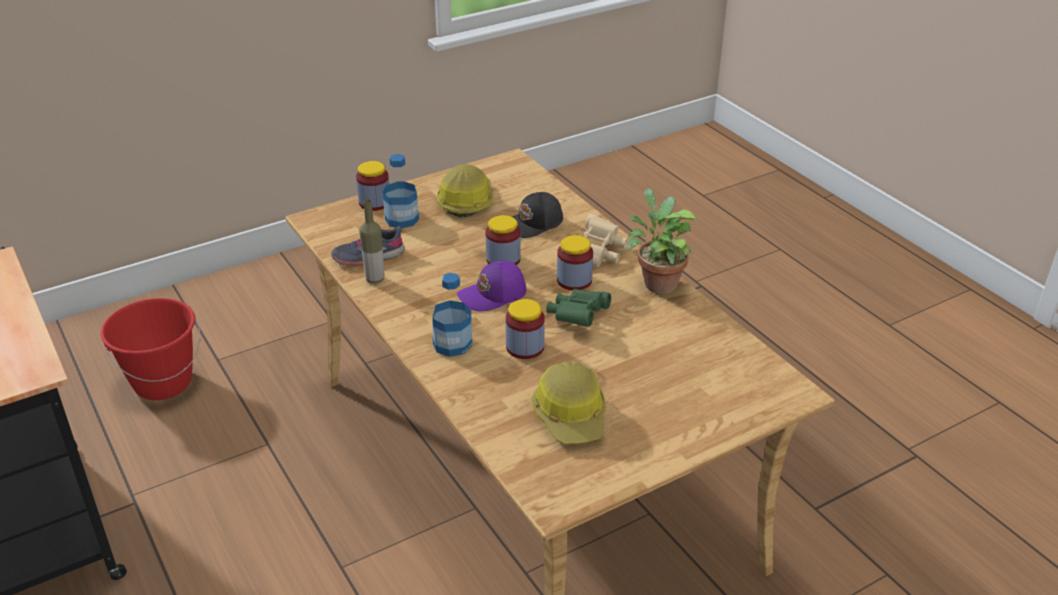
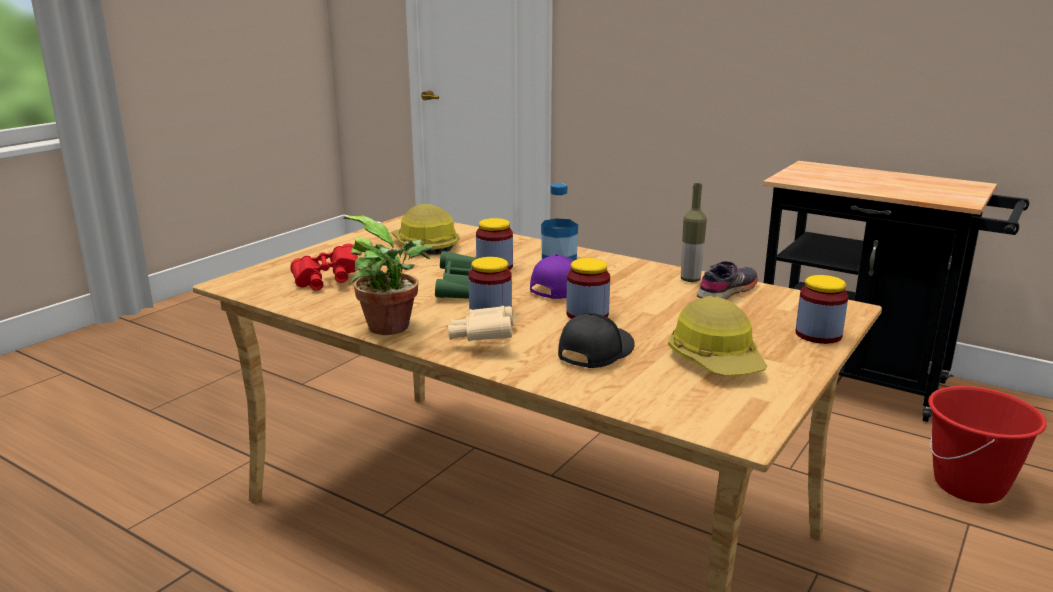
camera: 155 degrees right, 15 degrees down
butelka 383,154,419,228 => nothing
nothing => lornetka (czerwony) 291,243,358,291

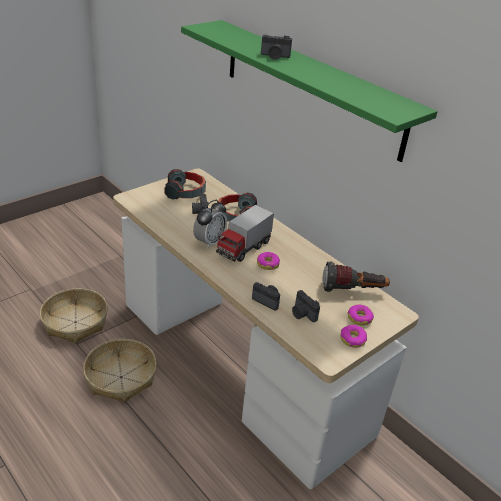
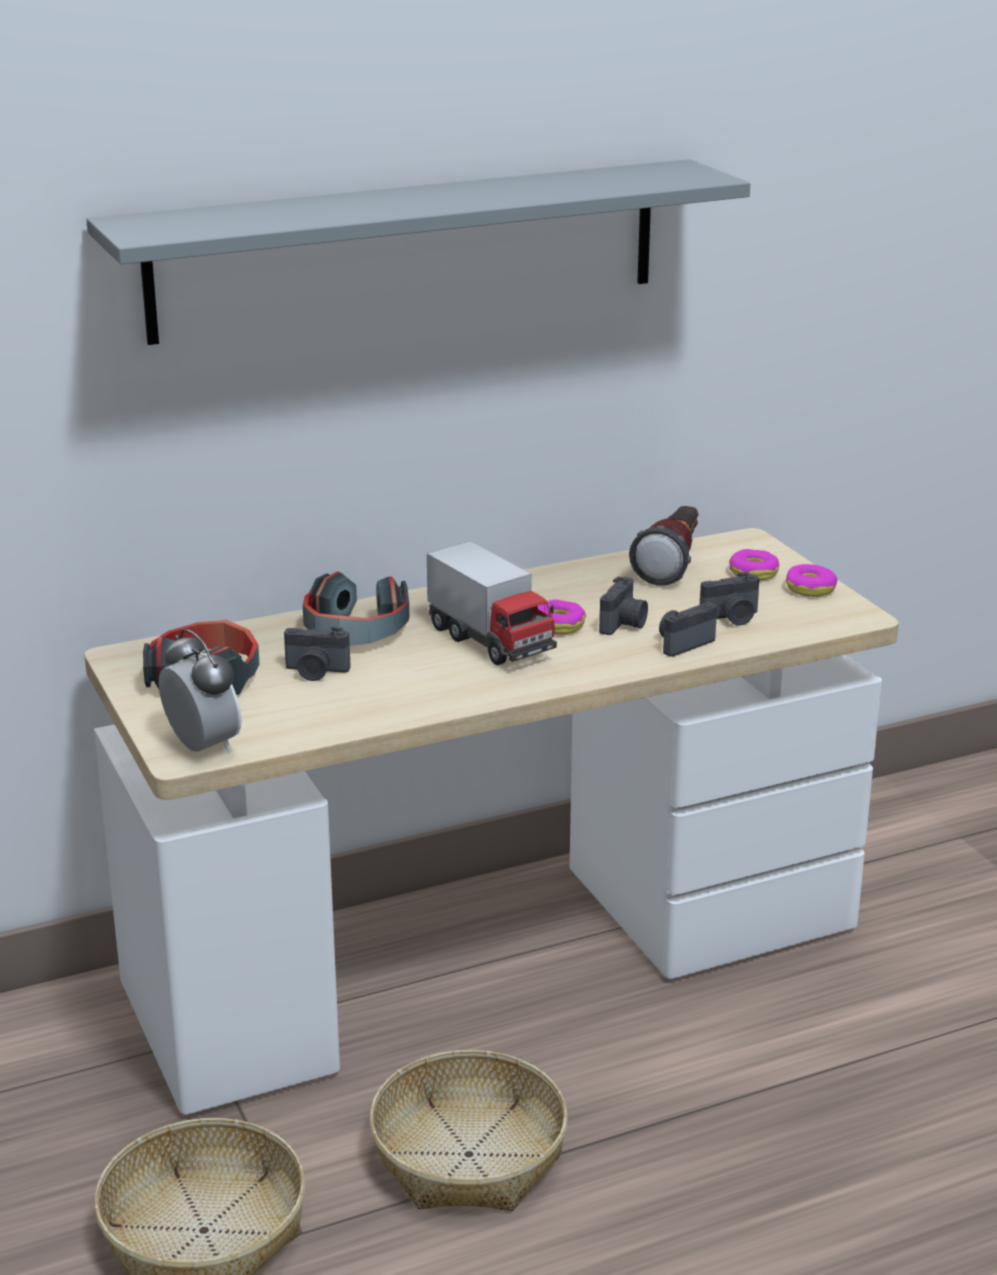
camera: 70 degrees left, 10 degrees down
budzik 193,200,227,249 => budzik 159,629,241,753, move
aparat fotograficzny 261,35,292,60 => aparat fotograficzny 599,576,648,635, move
półka (zielony) 181,20,438,162 => półka (szary) 87,159,750,345

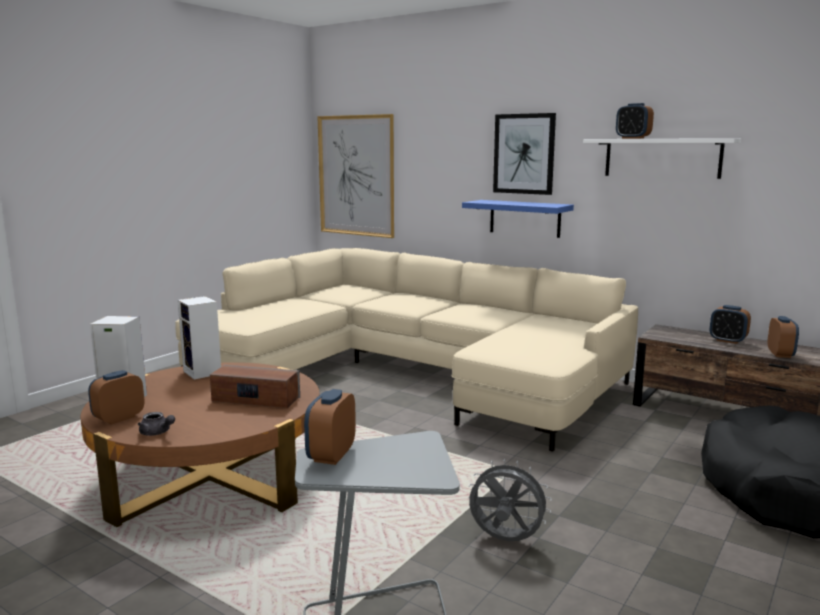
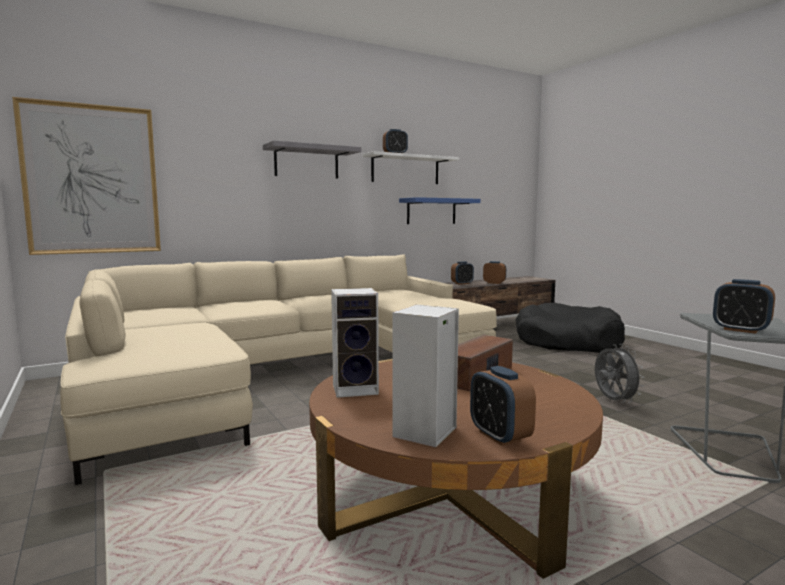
camera: 65 degrees left, 5 degrees down
imbryk (szary) 138,412,175,436 => nothing
półka (niebieski) 462,200,574,238 => półka (niebieski) 399,197,481,224, move
obraz 493,113,556,195 => półka (szary) 263,140,362,179
wentylator (szary) 469,459,552,541 => wentylator (szary) 595,344,644,403, 120 degrees clockwise

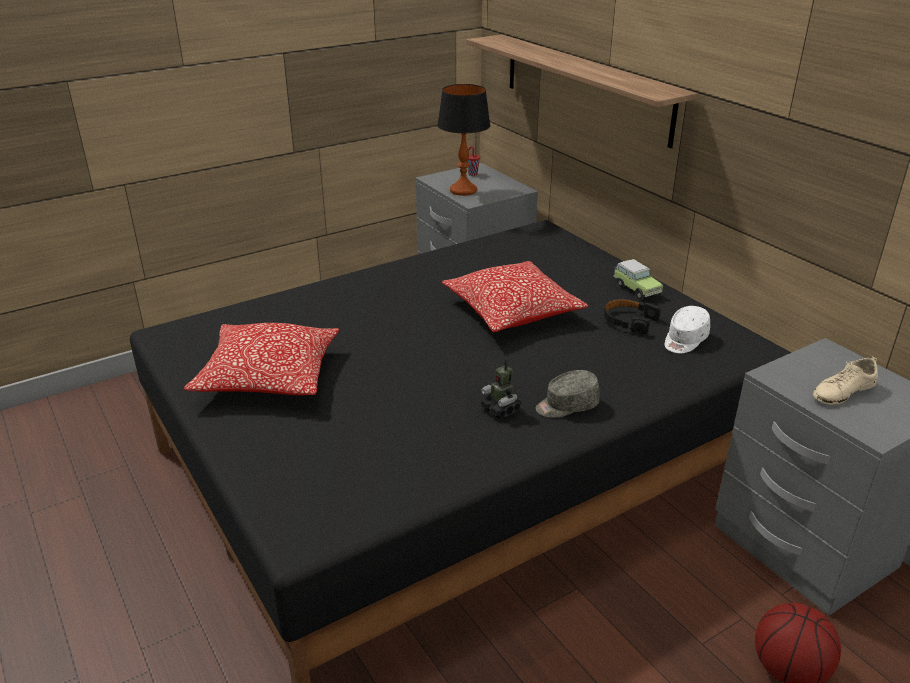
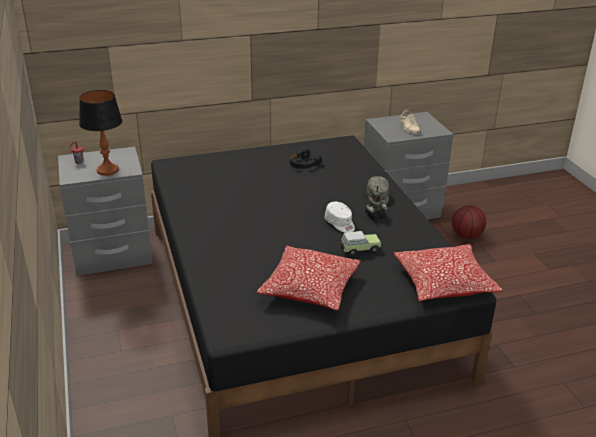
camera: 75 degrees left, 0 degrees up
półka 467,34,698,148 => nothing
poduszka 441,261,589,332 => poduszka 394,244,503,301, move
samochodzik 613,259,663,300 => samochodzik 341,231,381,255, move
czapka z daszkiem (biały) 665,306,710,353 => czapka z daszkiem (biały) 325,202,355,233, move

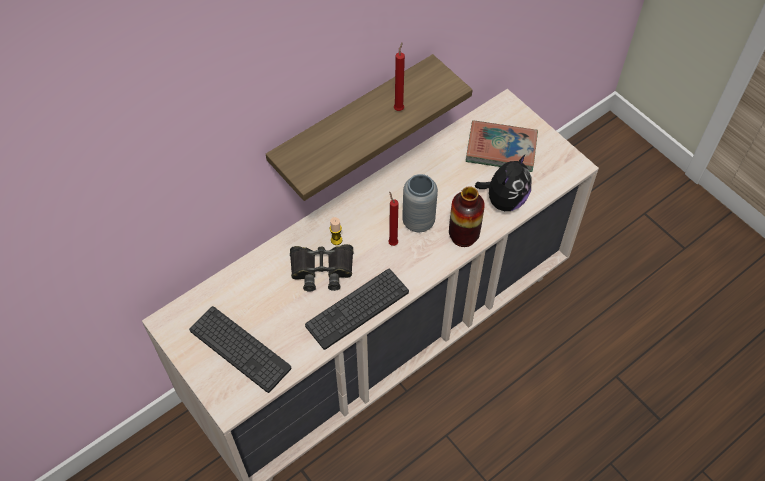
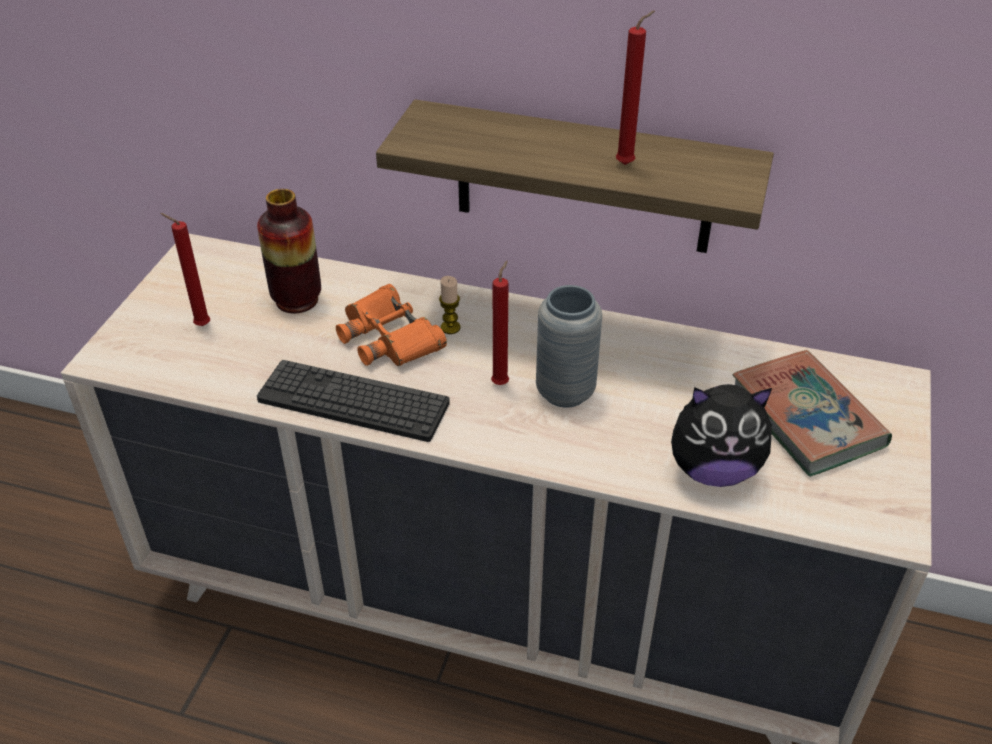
camera: 55 degrees right, 15 degrees down
wazon 449,186,485,247 => wazon 257,189,321,313, move
klawiatura 189,306,291,393 => świeca (czerwony) 160,213,210,326
lornetka (czarny) 290,244,354,292 => lornetka (pomarańczowy) 336,284,447,366

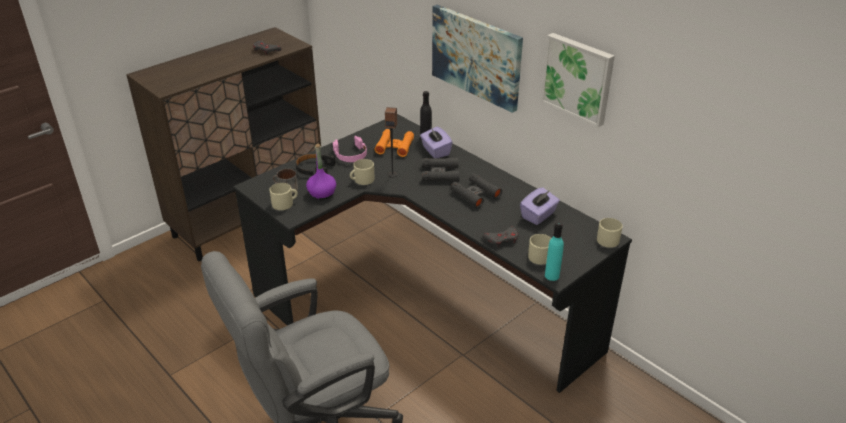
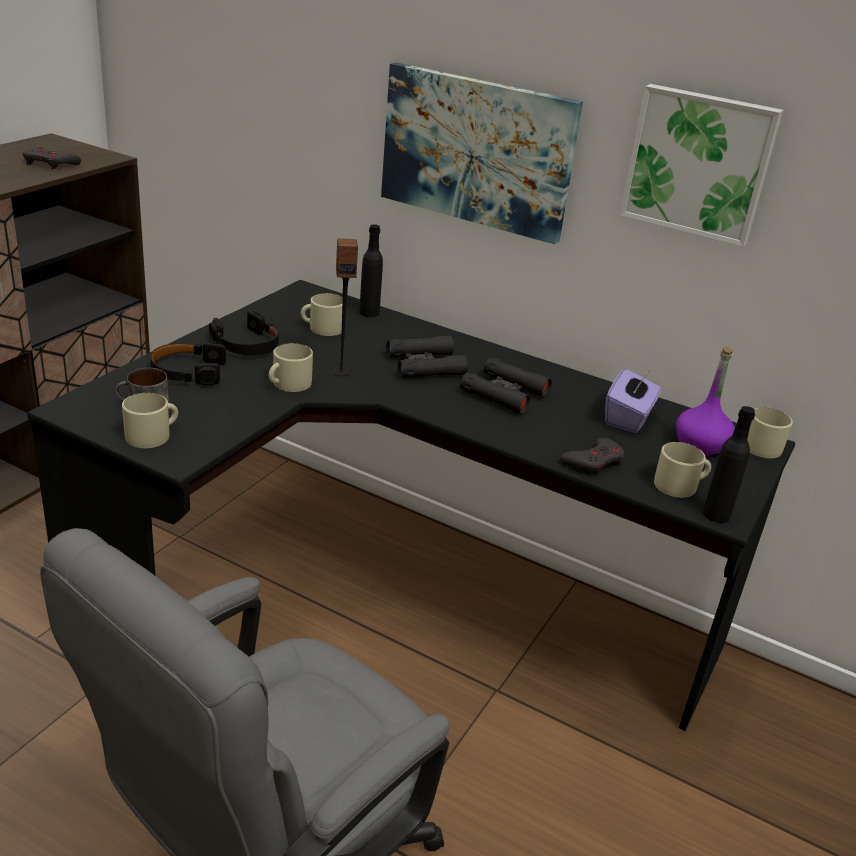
camera: 20 degrees left, 5 degrees down
pudełko chusteczek (fioletowy) 420,126,453,158 => nothing
butelka (fioletowy) 306,144,336,200 => butelka (fioletowy) 676,347,735,457, move
lornetka (pomarańczowy) 375,129,414,157 => kubek (beżowy) 301,293,343,336
słuchawki (różowy) 333,136,367,162 => słuchawki (czarny) 209,311,279,356
butelka (turkusowy) 545,221,564,281 => butelka (czarny) 703,406,755,523

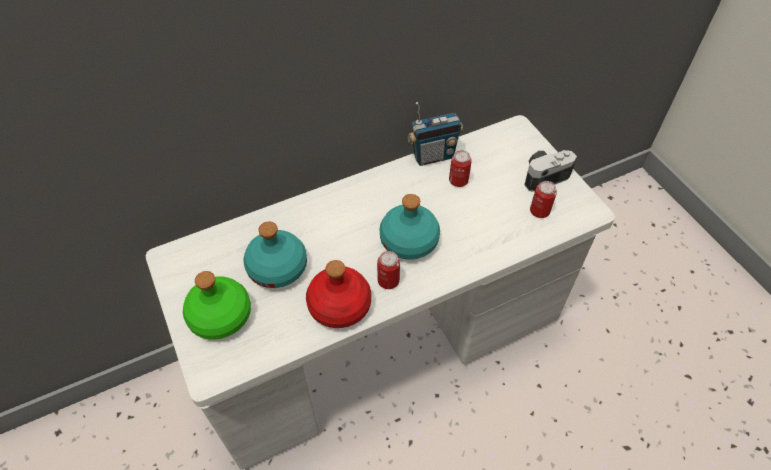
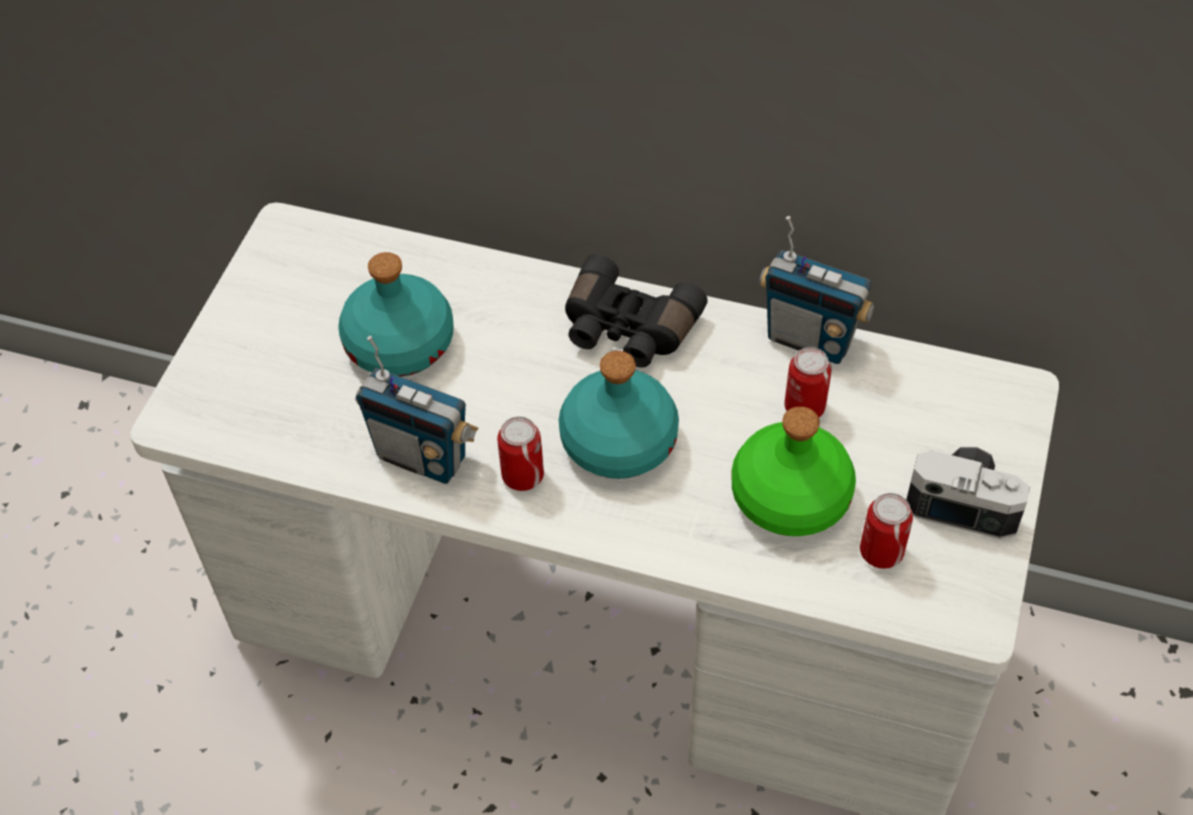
camera: 45 degrees right, 0 degrees up
nothing => lornetka (czarny) 565,254,708,368
butelka (zielony) 183,271,251,340 => butelka (zielony) 732,407,856,536, move
butelka (czerwony) 306,260,371,328 => radio 356,336,478,484

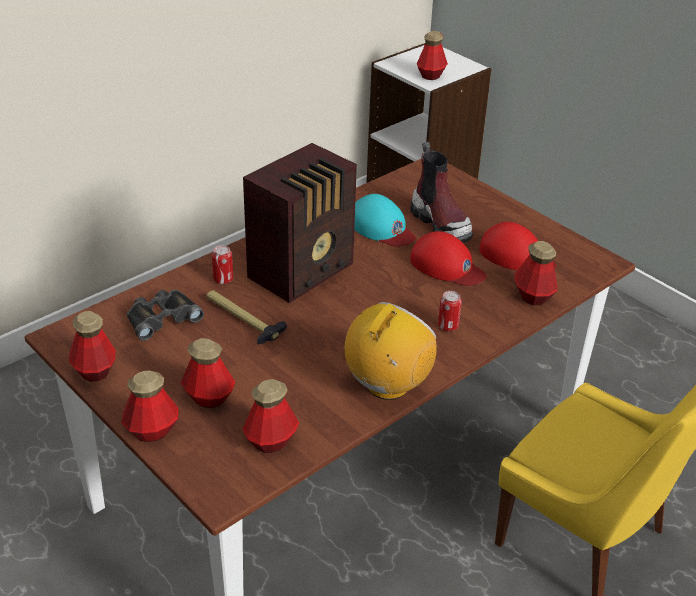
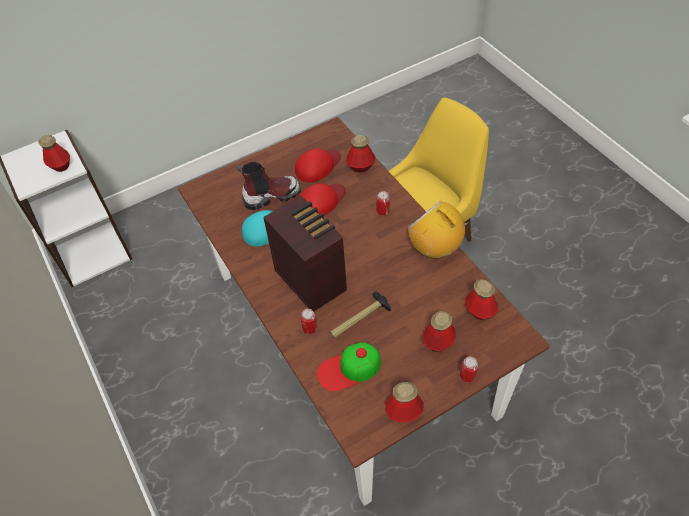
camera: 75 degrees left, 15 degrees up
butelka 121,371,179,442 => puszka 460,357,478,383
lornetka (czarny) 127,290,204,341 => czapka z daszkiem 317,342,381,392

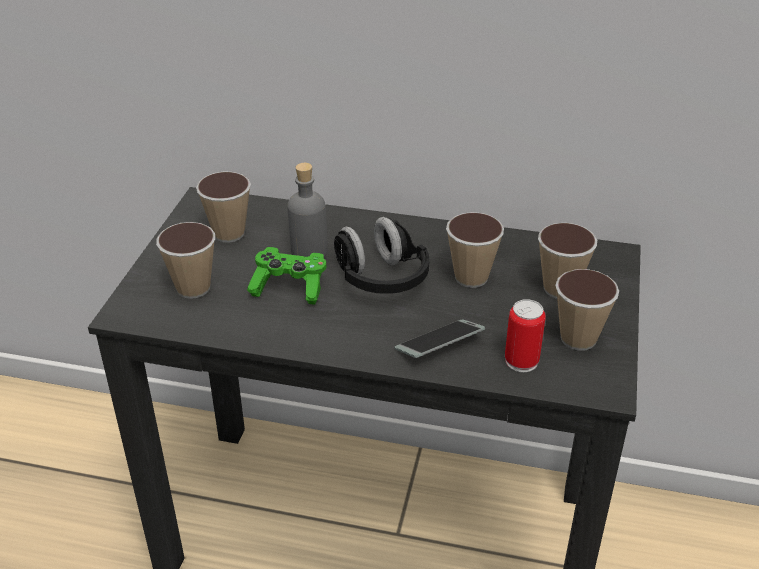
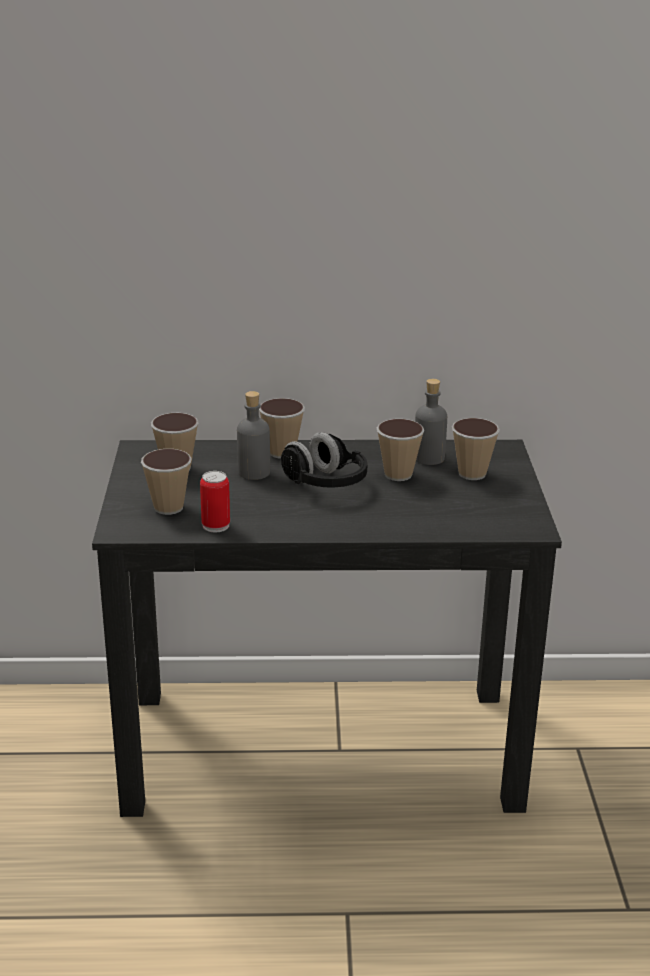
camera: 15 degrees left, 10 degrees down
pad do gier (zielony) 247,247,326,305 => nothing
telefon 394,319,485,358 => nothing
nothing => butelka (szary) 415,379,447,465
puszka 505,299,546,372 => puszka 200,471,230,532, move
filiżanka 555,269,619,351 => filiżanka 259,398,305,458, move

